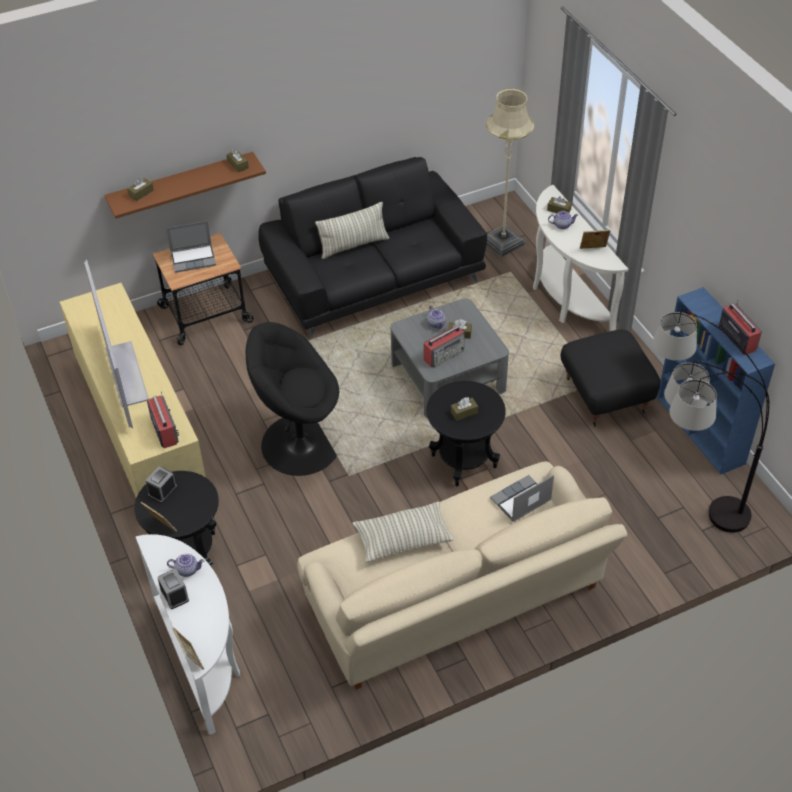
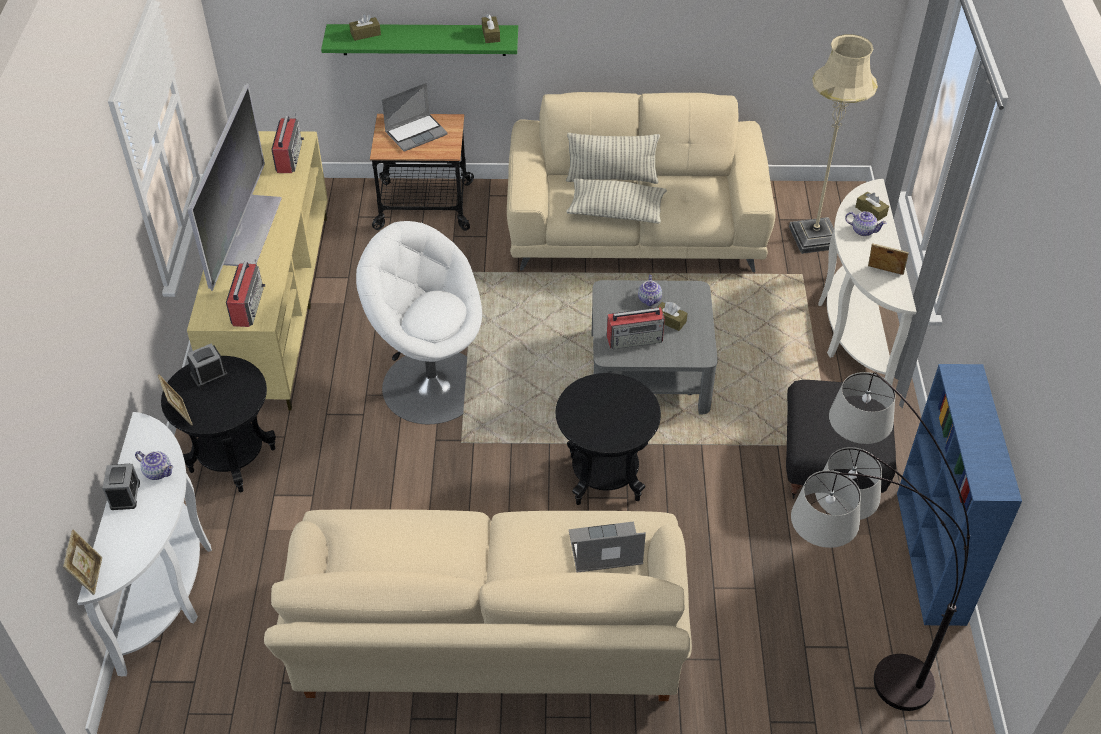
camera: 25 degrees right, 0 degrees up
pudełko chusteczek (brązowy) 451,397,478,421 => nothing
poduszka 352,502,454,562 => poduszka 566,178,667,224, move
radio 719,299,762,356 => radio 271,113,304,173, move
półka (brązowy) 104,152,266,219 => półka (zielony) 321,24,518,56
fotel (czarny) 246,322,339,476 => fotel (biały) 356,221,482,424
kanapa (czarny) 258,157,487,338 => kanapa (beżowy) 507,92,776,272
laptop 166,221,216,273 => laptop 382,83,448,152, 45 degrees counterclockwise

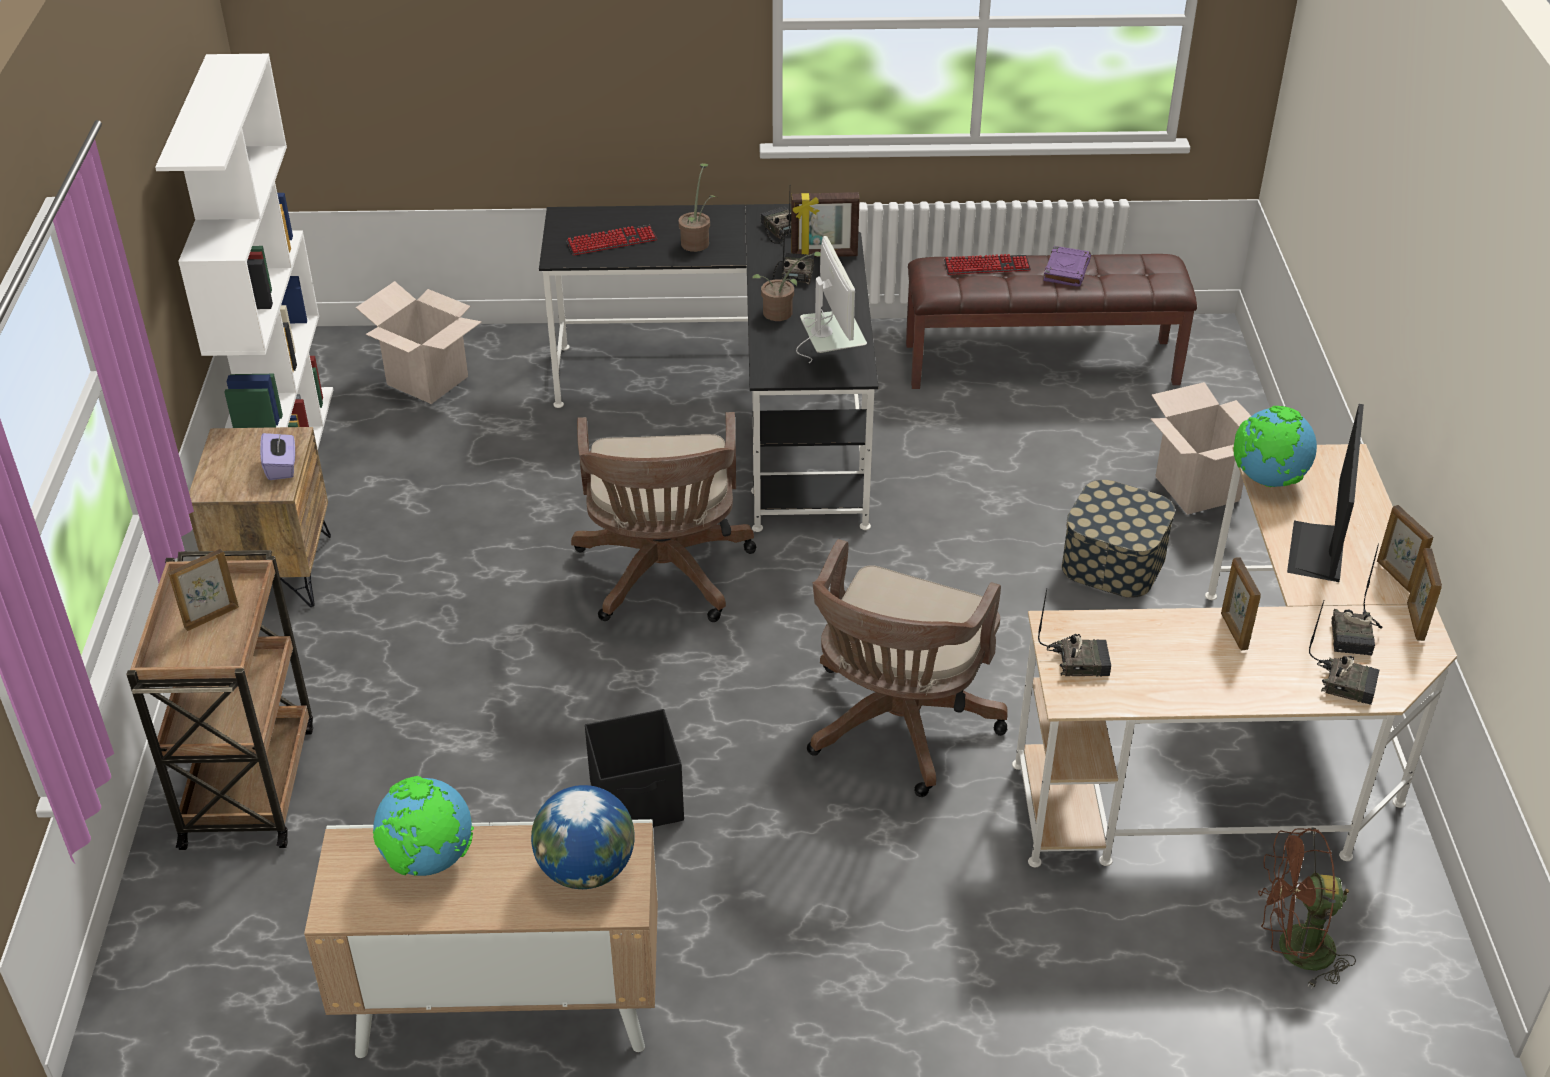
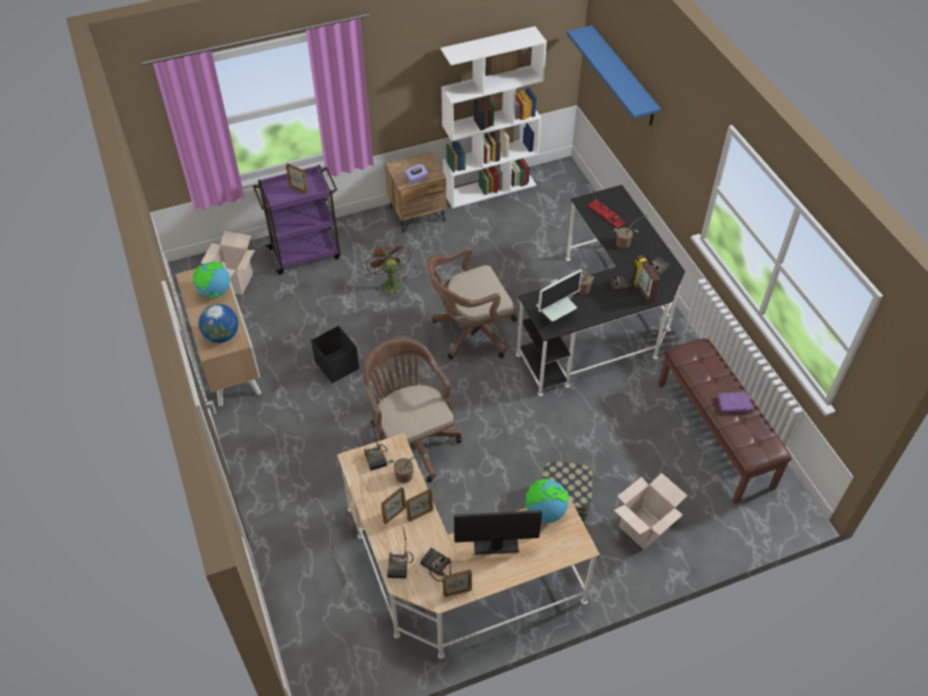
camera: 70 degrees right, 10 degrees up
klawiatura 944,254,1031,275 => nothing
nothing => roślina doniczkowa 387,453,429,483
nothing => półka (niebieski) 567,25,661,126
karton 356,281,482,404 => karton 201,231,255,295, move
wentylator (brązowy) 1258,827,1356,989 => wentylator (brązowy) 365,240,411,300, move
ramka na zdjęcie 1377,505,1433,593 => ramka na zdjęcie 381,487,406,525, move
wózek (brązowy) 126,550,313,850 => wózek (fioletowy) 253,165,340,275
krzesło biurowe (brązowy) 807,539,1008,797 => krzesło biurowe (brązowy) 363,338,462,483, 60 degrees clockwise
radio 1331,543,1383,656 => radio 420,548,451,582, 45 degrees clockwise

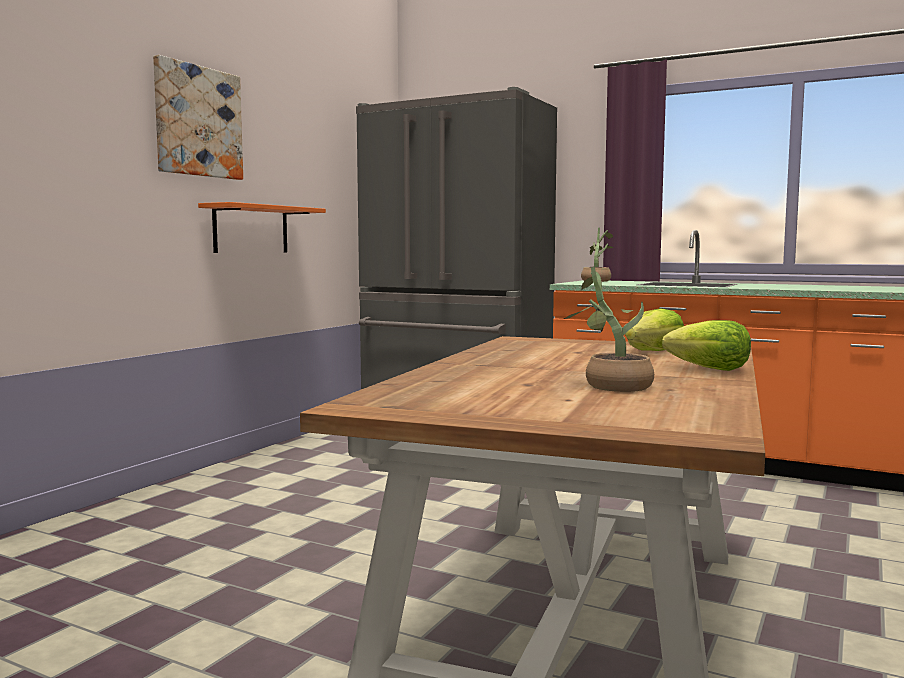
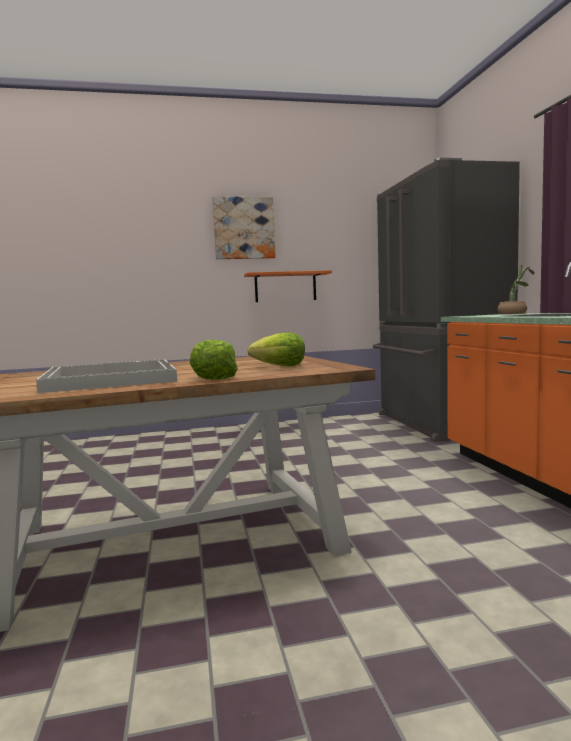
camera: 50 degrees right, 0 degrees up
roślina doniczkowa 563,267,654,392 => taca (biały) 36,359,177,393

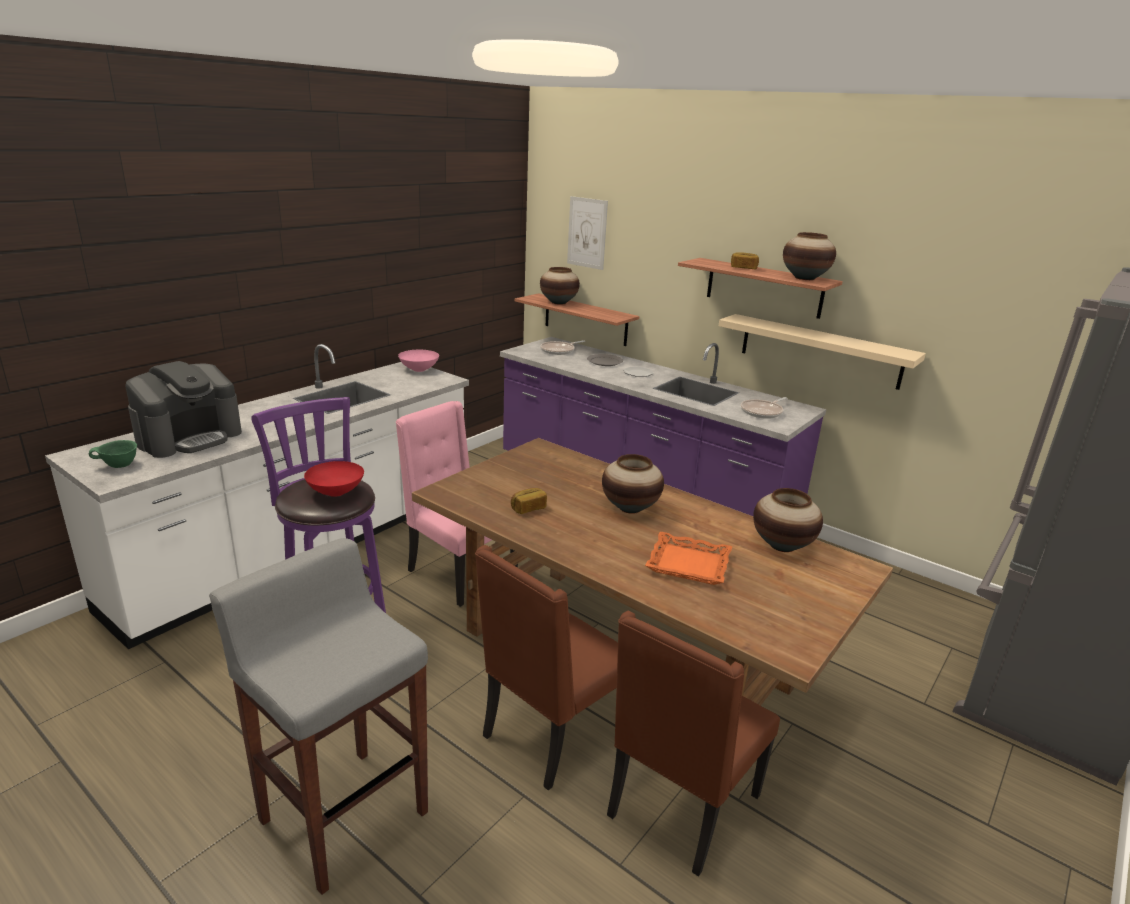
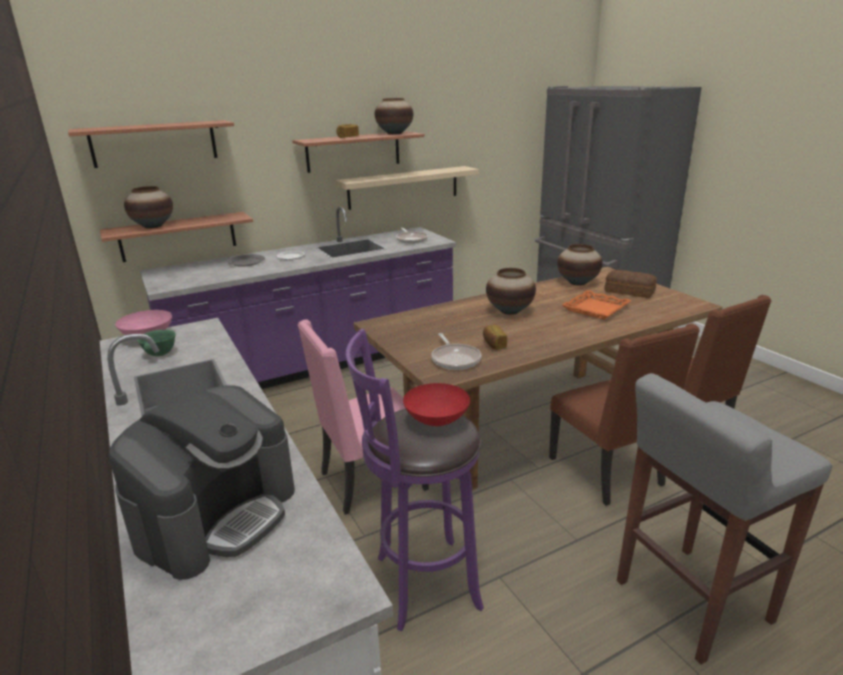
camera: 65 degrees left, 0 degrees up
nothing => chleb 604,270,657,298
miska (zielony) 89,440,137,468 => miska (zielony) 137,330,176,356, move
patelnia 540,340,585,355 => patelnia 432,333,482,370, move
obraz 567,196,608,270 => półka 68,120,234,168
ekspres do kawy 125,361,242,458 => ekspres do kawy 108,385,295,580, 60 degrees clockwise

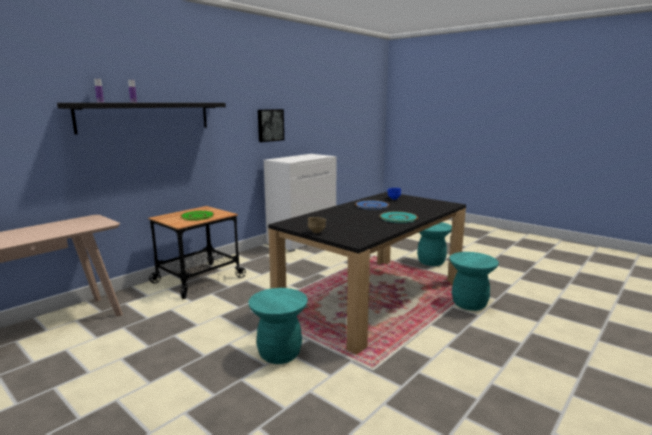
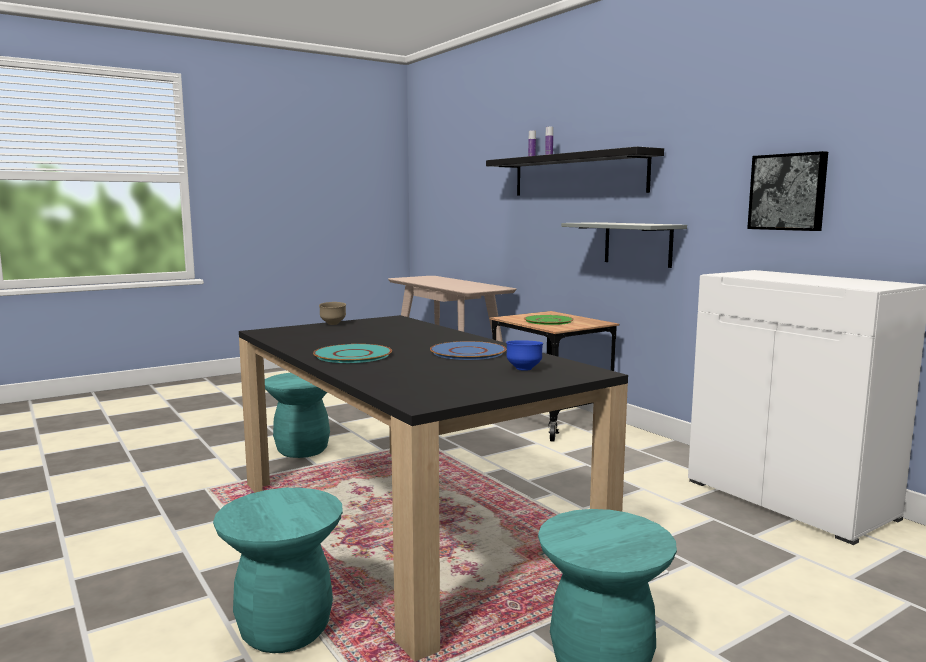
camera: 105 degrees right, 5 degrees down
nothing => półka (szary) 561,222,687,268

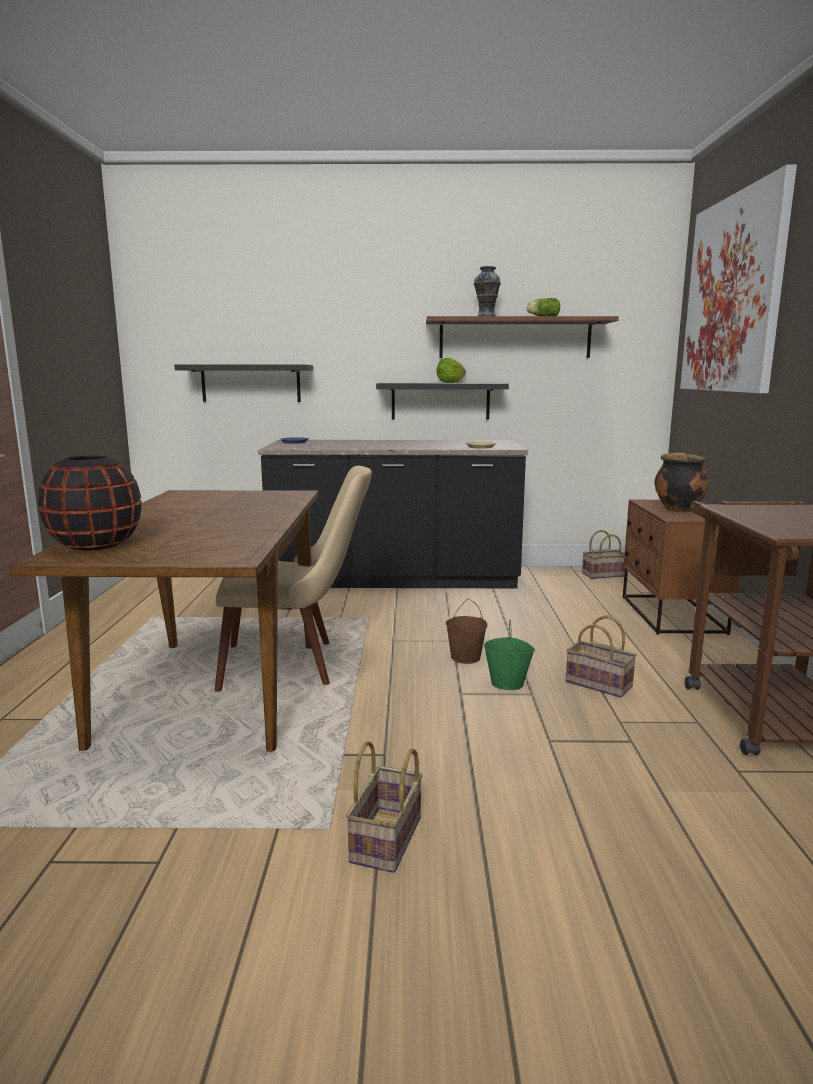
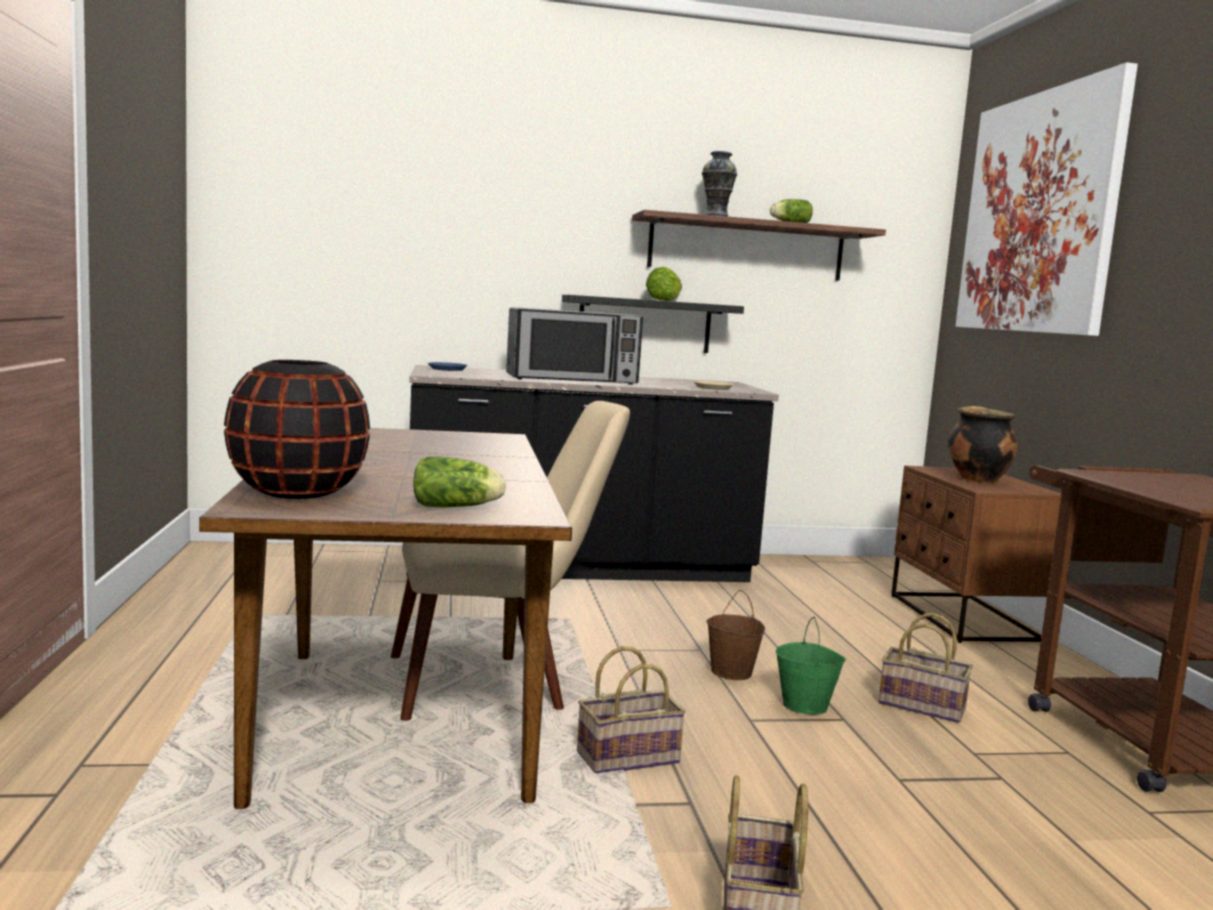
camera: 10 degrees left, 5 degrees down
półka (czarny) 174,365,313,402 => nothing
nothing => sałata 413,456,506,507
nothing => mikrofalówka 506,307,643,385
koszyk 582,530,625,579 => koszyk 577,646,686,773, move

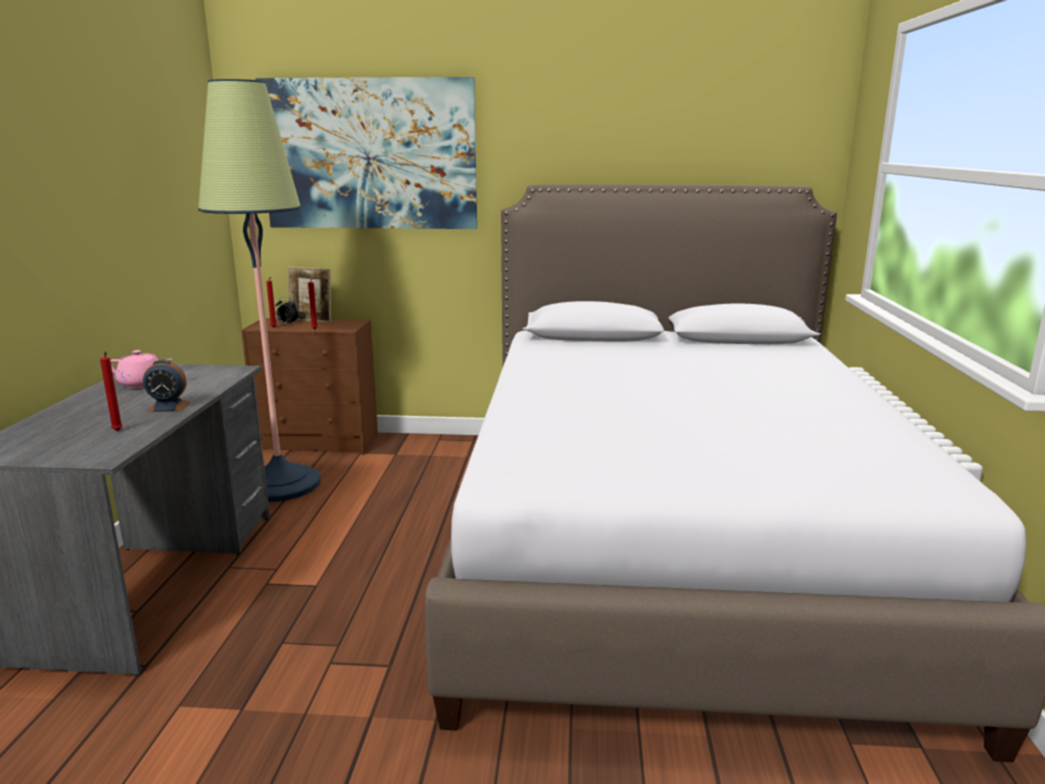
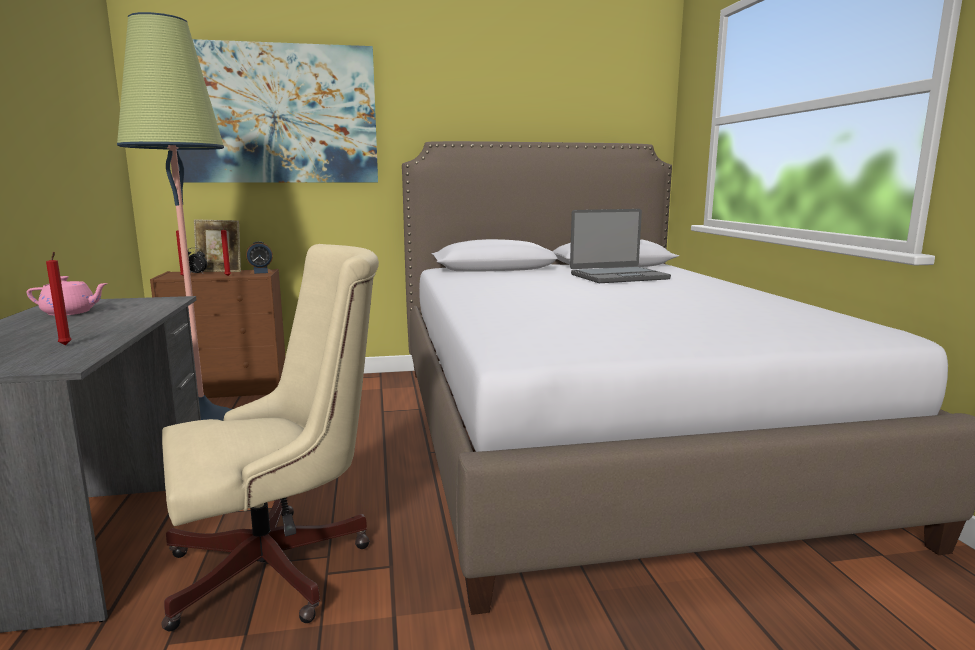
camera: 15 degrees left, 5 degrees down
nothing => krzesło biurowe (beżowy) 161,244,379,631
nothing => laptop 570,209,671,283
budzik 143,360,190,412 => budzik 246,241,273,274, move

